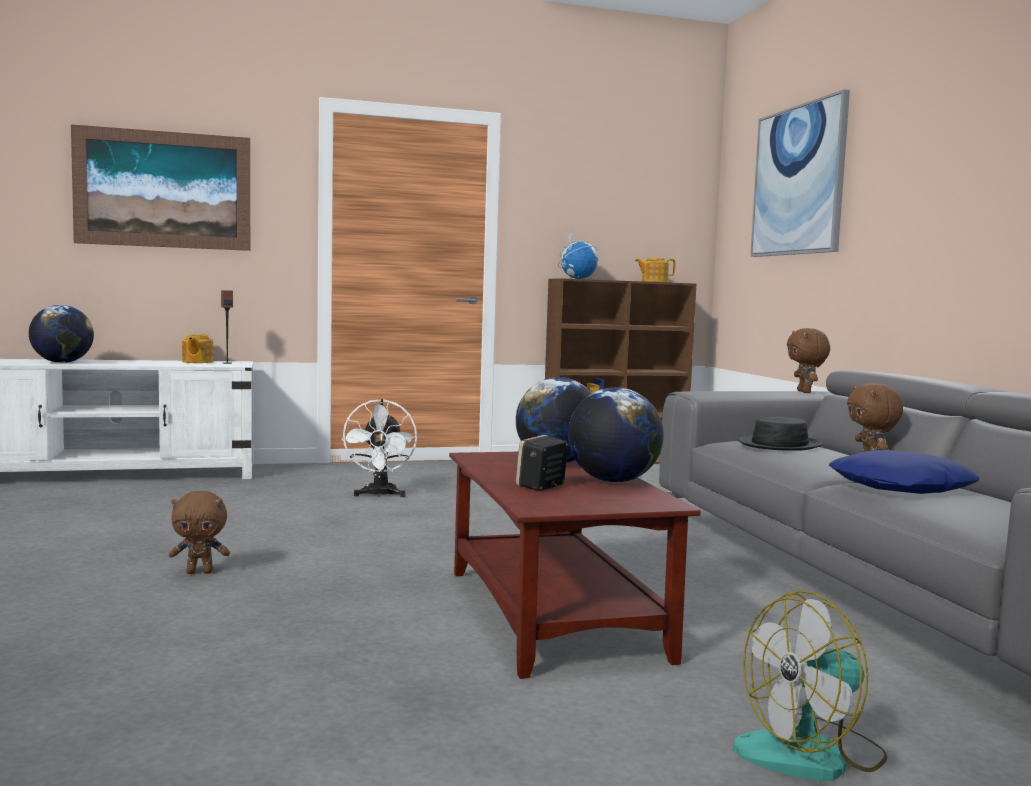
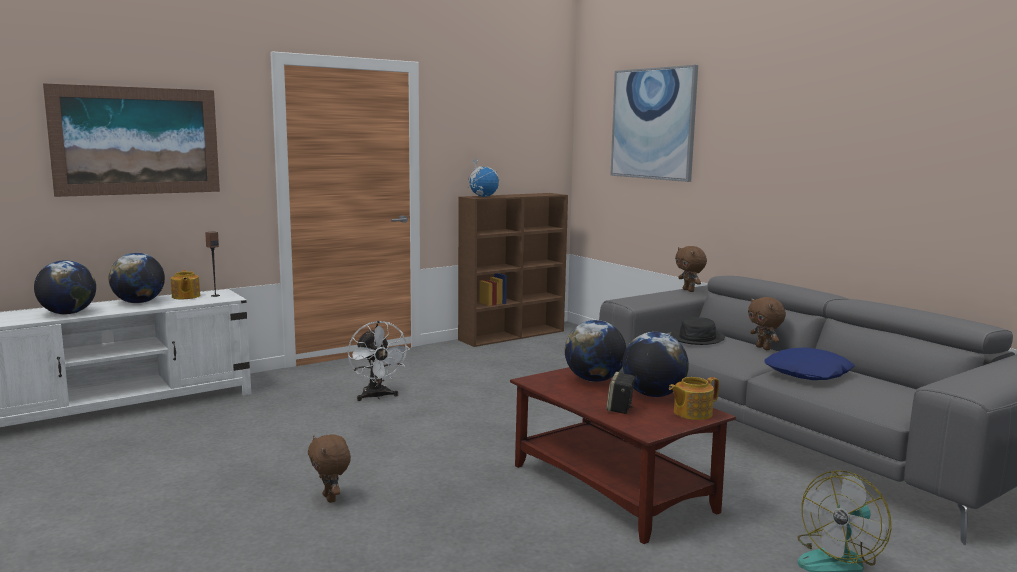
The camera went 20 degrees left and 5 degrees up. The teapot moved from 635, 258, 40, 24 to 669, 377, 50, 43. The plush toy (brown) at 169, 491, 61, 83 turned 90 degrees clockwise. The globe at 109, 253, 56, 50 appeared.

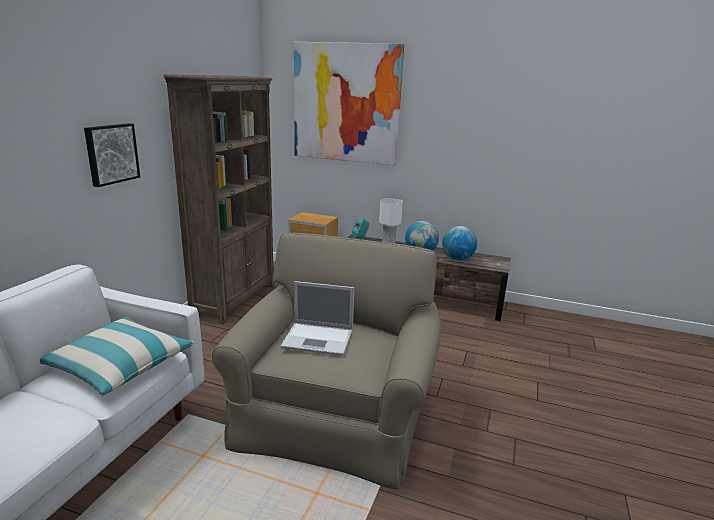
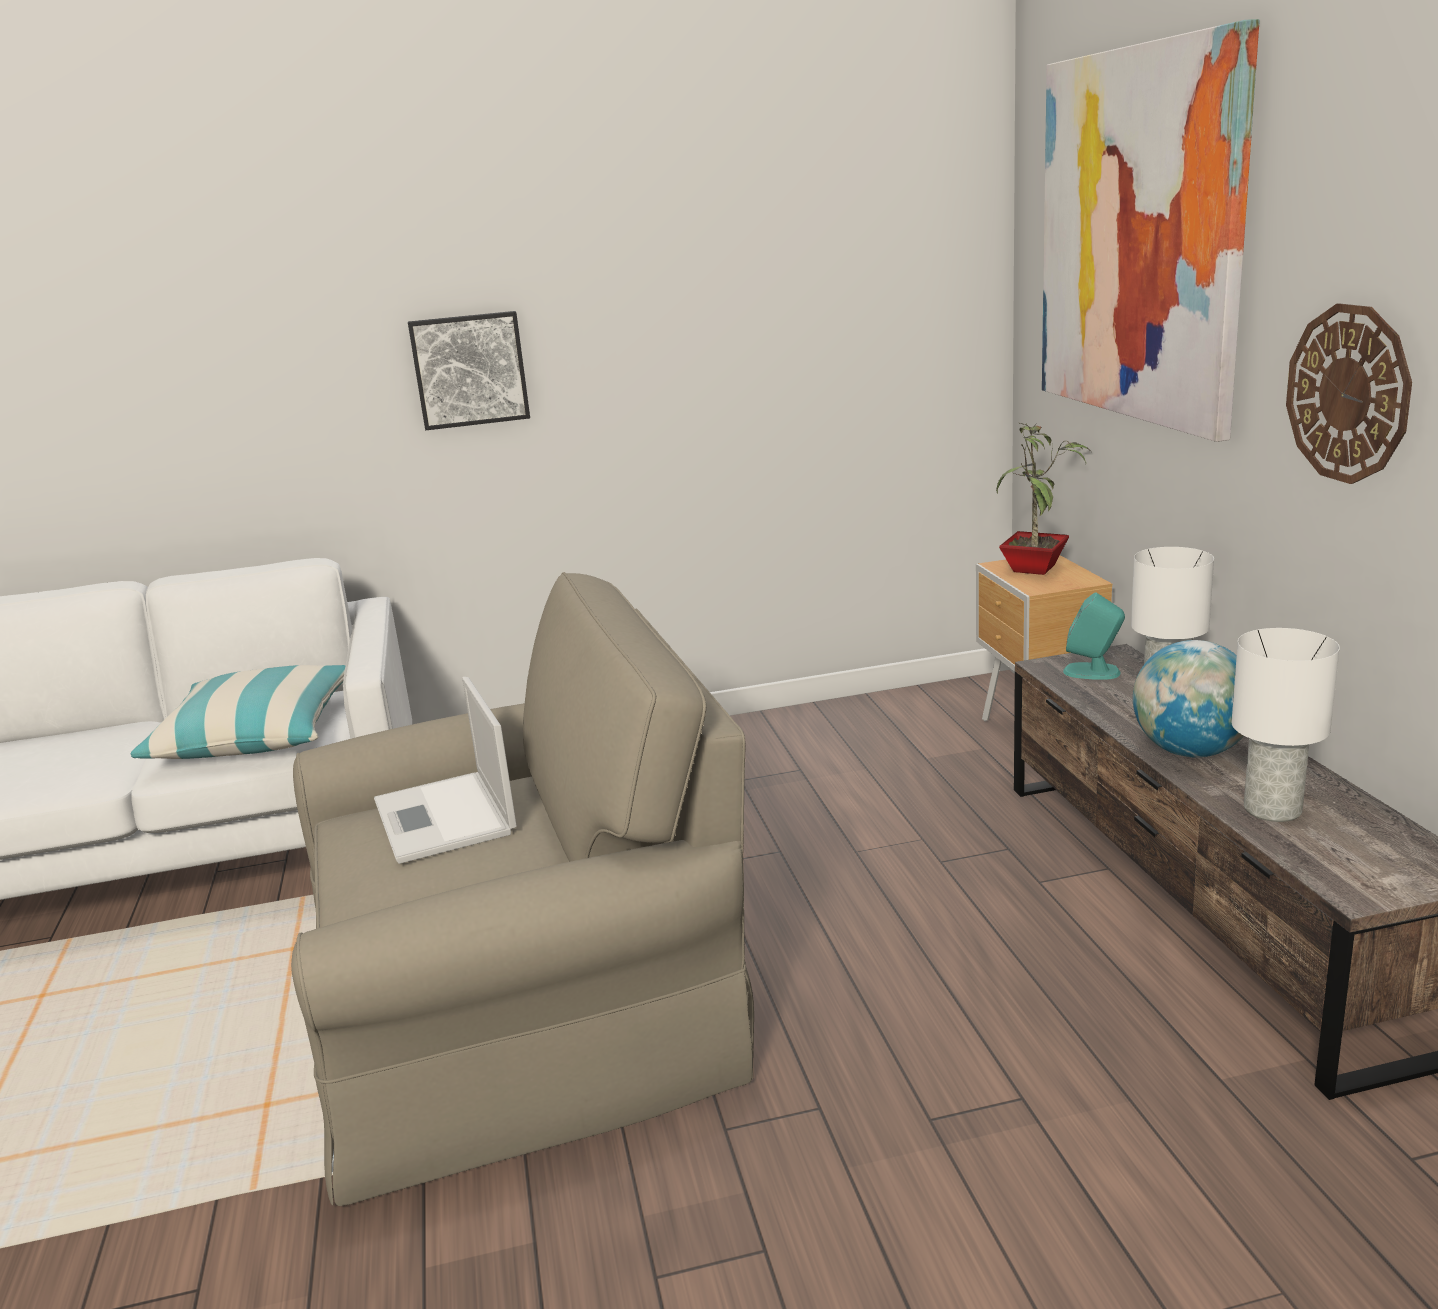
The camera went 60 degrees right and 0 degrees up. The bookcase (brown) at 163, 74, 111, 250 disappeared. The globe at 442, 226, 35, 34 was replaced by the table lamp (white) at 1232, 628, 108, 194. The wall clock at 1286, 303, 126, 181 appeared. The potted plant at 996, 423, 93, 152 appeared.

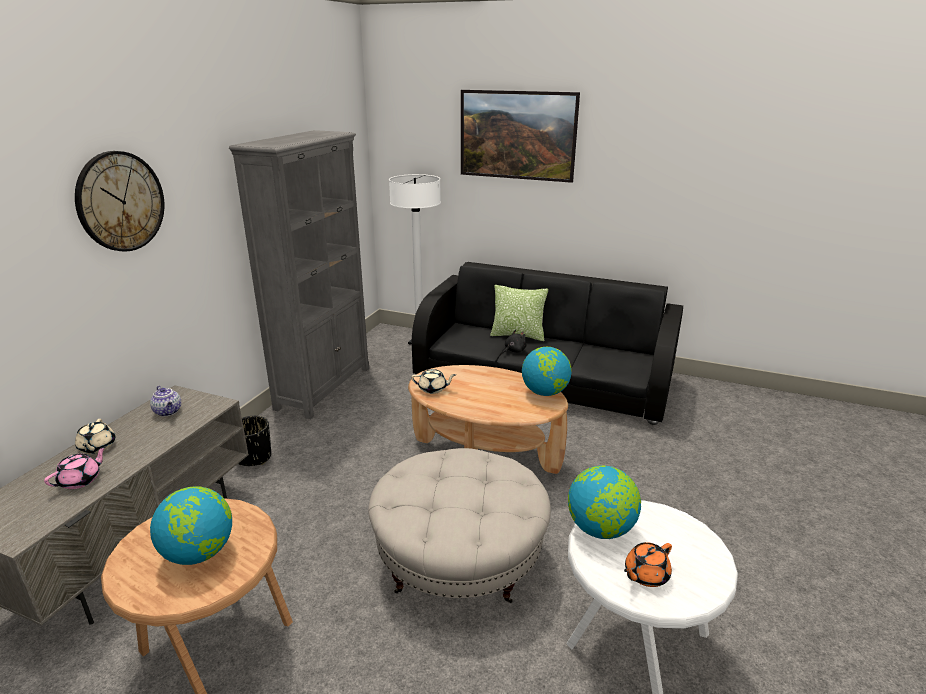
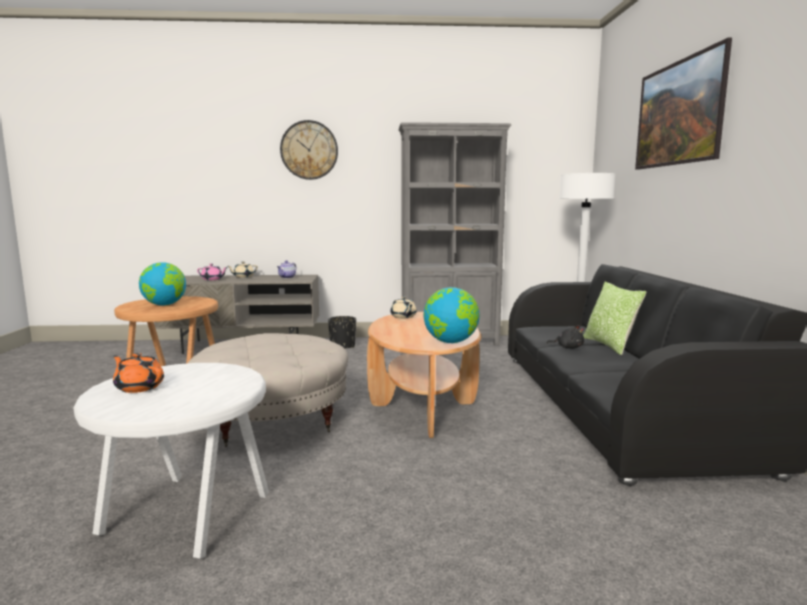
The camera went 65 degrees right and 15 degrees down. The globe at 568, 465, 73, 74 disappeared.

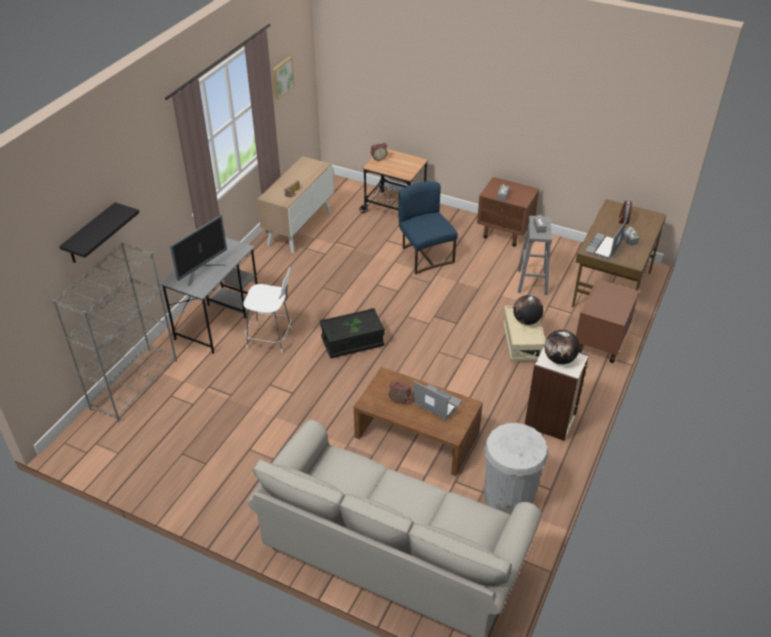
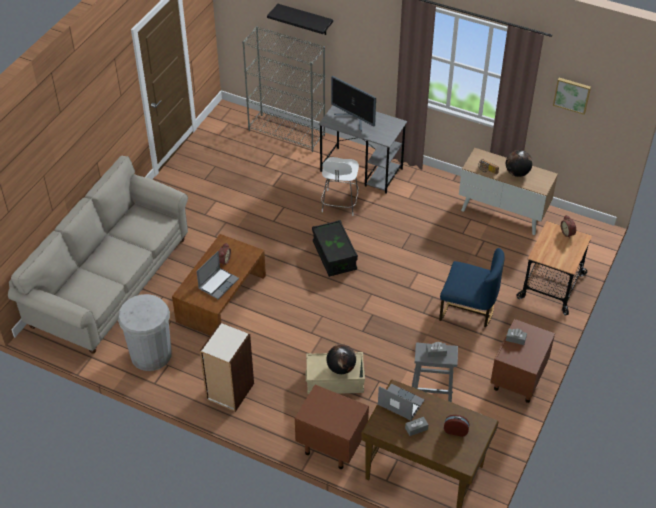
The camera went 90 degrees right and 5 degrees up. The chair (blue) at 399, 181, 59, 93 turned 45 degrees clockwise. The globe moved from 545, 330, 35, 34 to 506, 150, 27, 27.

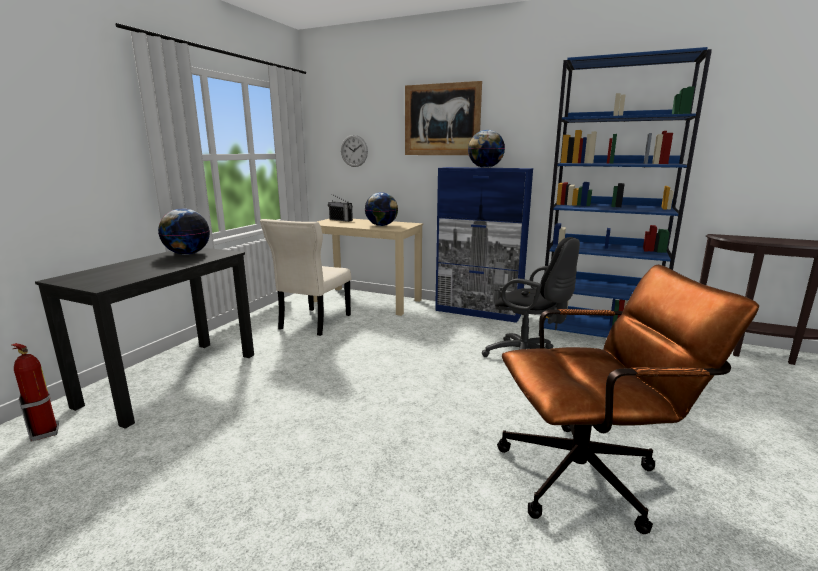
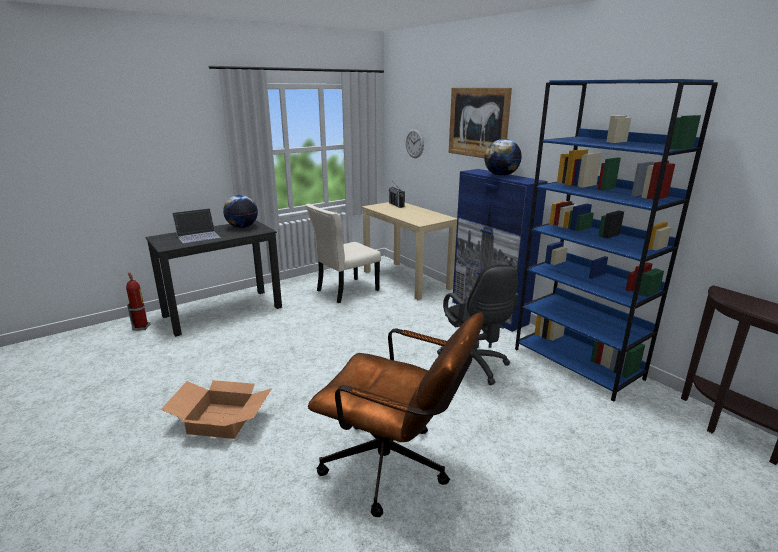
The camera went 30 degrees right and 5 degrees up. The globe at 365, 192, 33, 34 disappeared. The laptop at 172, 208, 49, 35 appeared. The cardboard box at 161, 380, 111, 59 appeared.

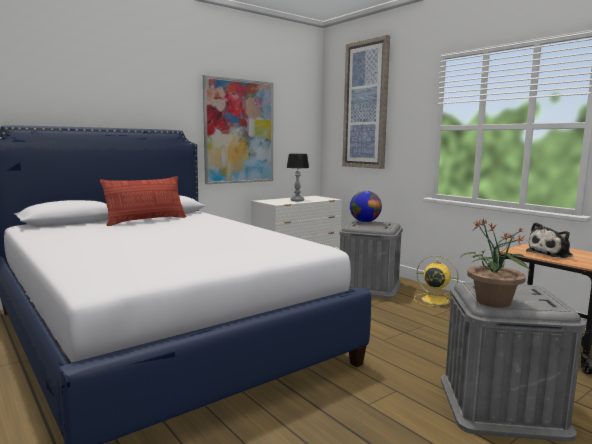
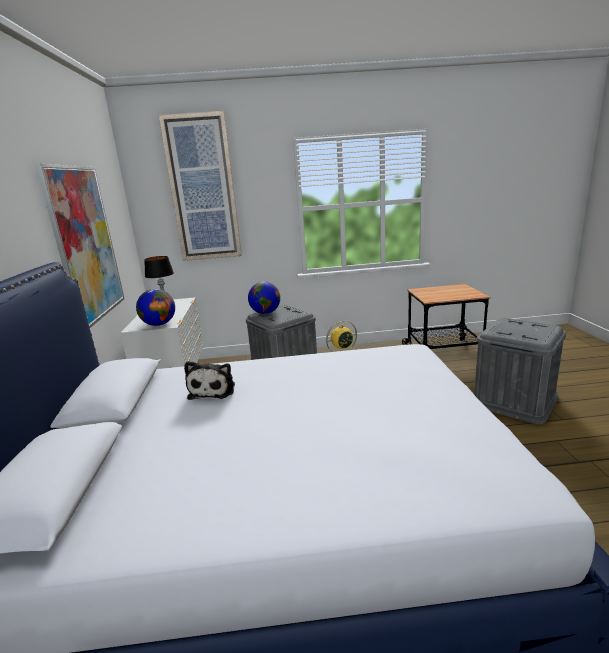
The camera went 55 degrees left and 10 degrees up. The pillow at 100, 176, 86, 50 disappeared. The potted plant at 461, 219, 70, 89 disappeared. The plush toy moved from 526, 223, 47, 35 to 184, 361, 51, 39. The globe at 136, 289, 39, 37 appeared.

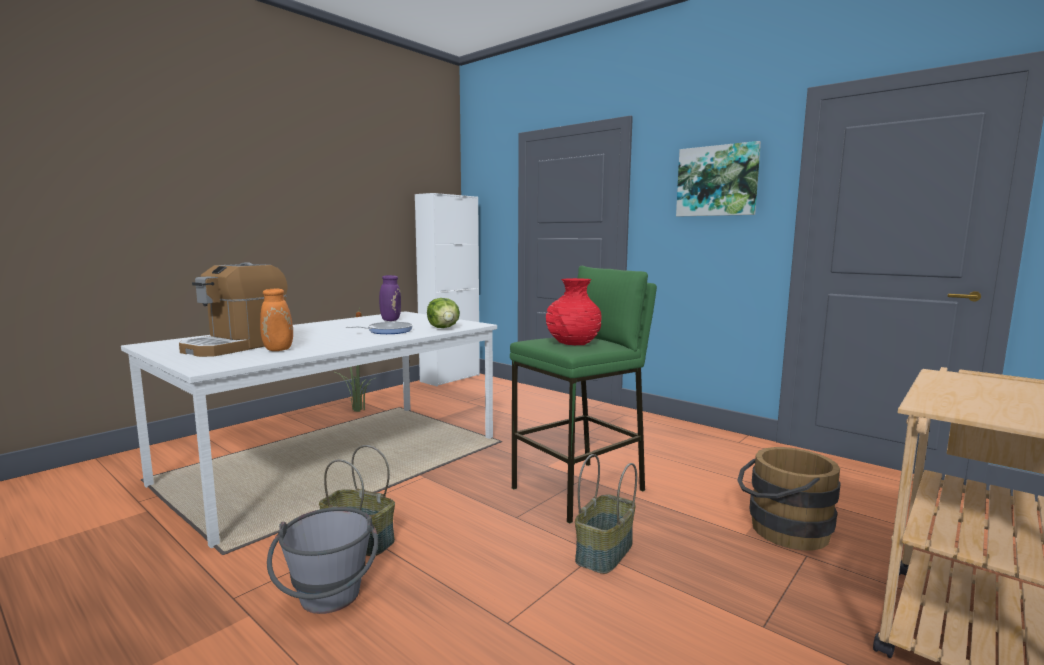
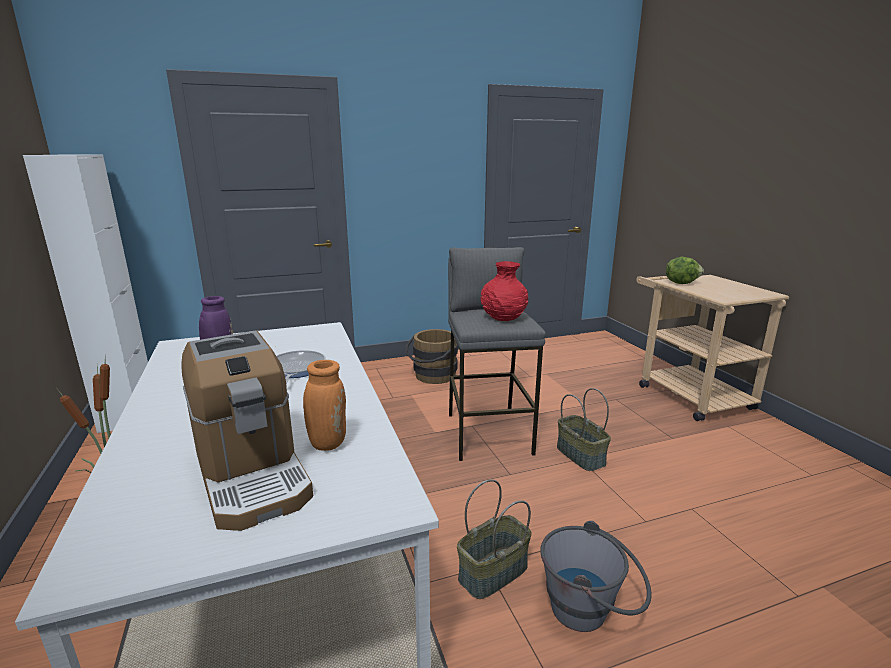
The camera went 60 degrees left and 10 degrees up. The picture at 676, 141, 85, 76 disappeared. The stool (green) at 510, 266, 147, 258 became the stool (grey) at 448, 247, 98, 214. The lettuce moved from 427, 298, 33, 30 to 666, 257, 38, 27. The bucket (brown) moved from 737, 447, 104, 103 to 405, 329, 53, 55.

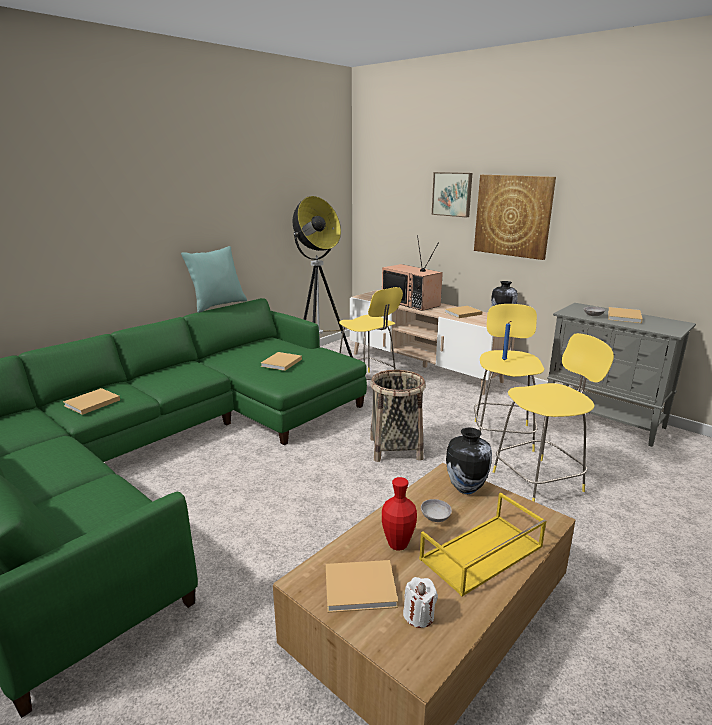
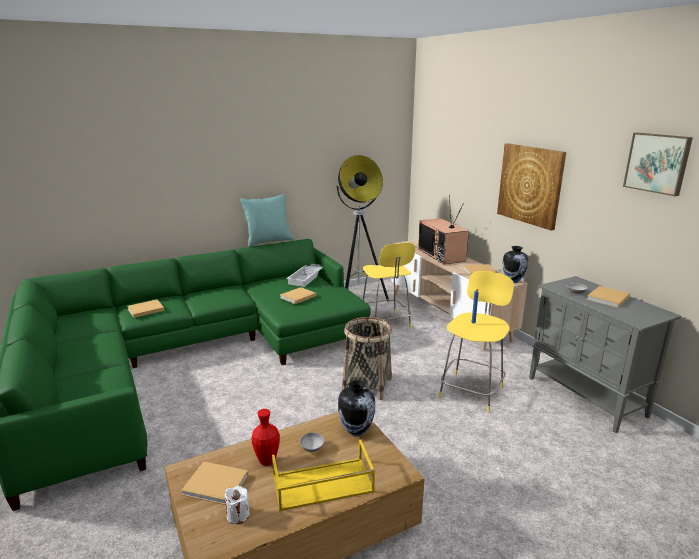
The camera went 20 degrees right and 0 degrees up. The picture moved from 432, 172, 40, 46 to 623, 133, 70, 63. The stool (yellow) at 493, 333, 121, 169 disappeared. The tray (white) at 286, 264, 37, 23 appeared.

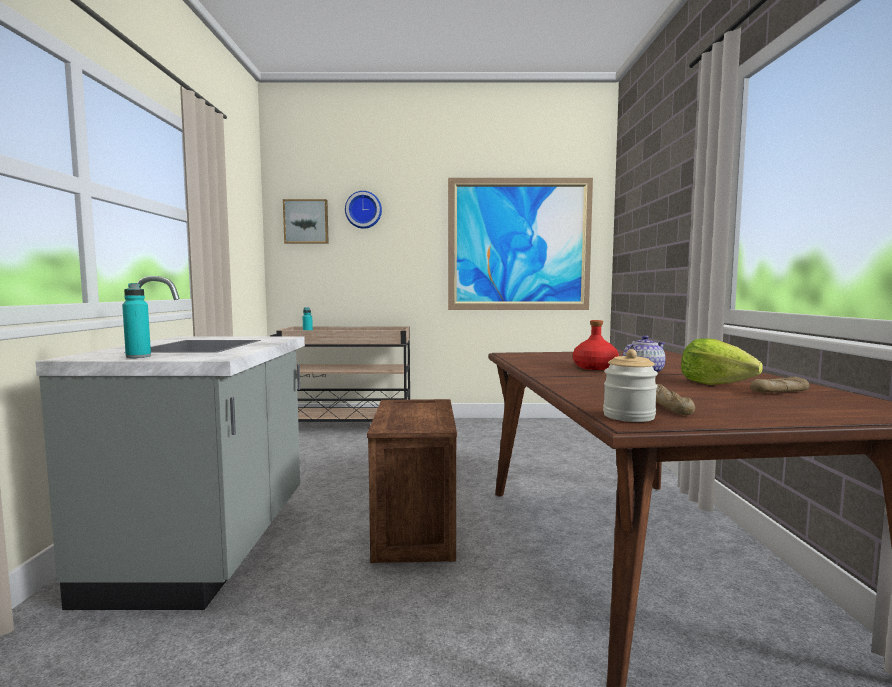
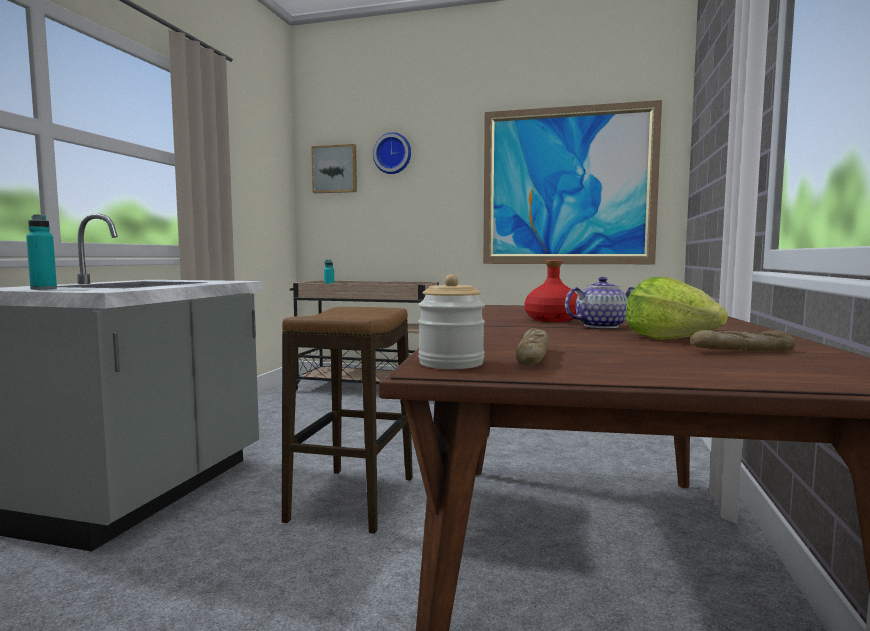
The camera went 15 degrees right and 0 degrees up. The crate at 367, 399, 90, 164 was replaced by the stool at 282, 307, 131, 227.

